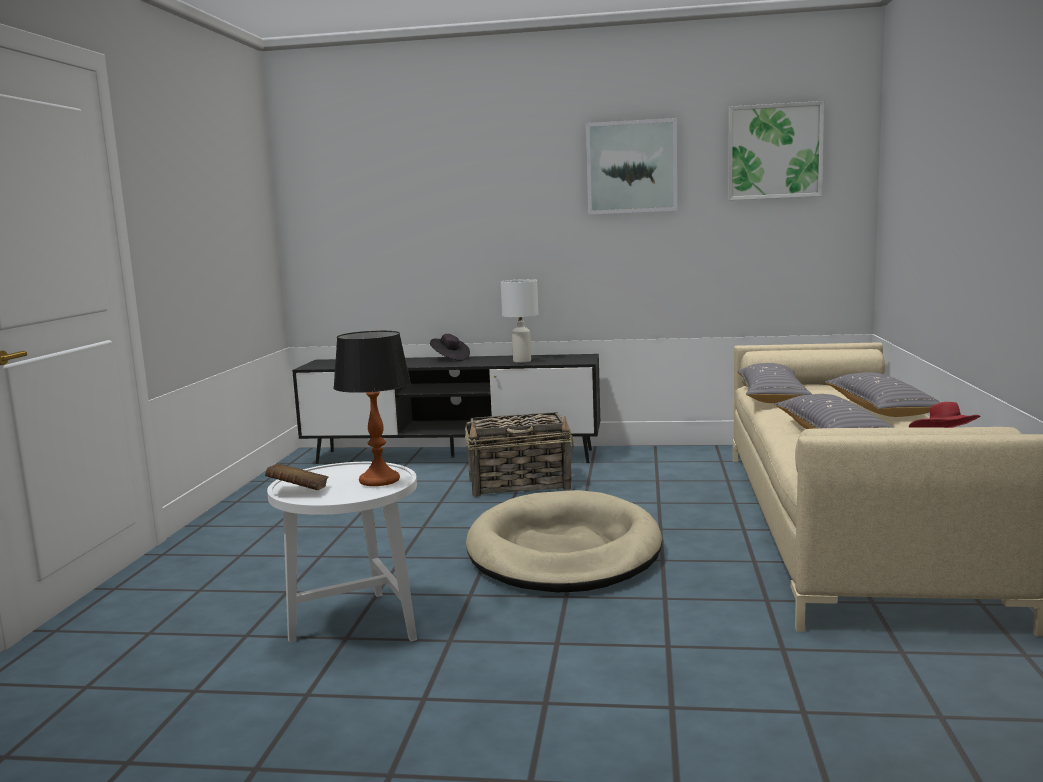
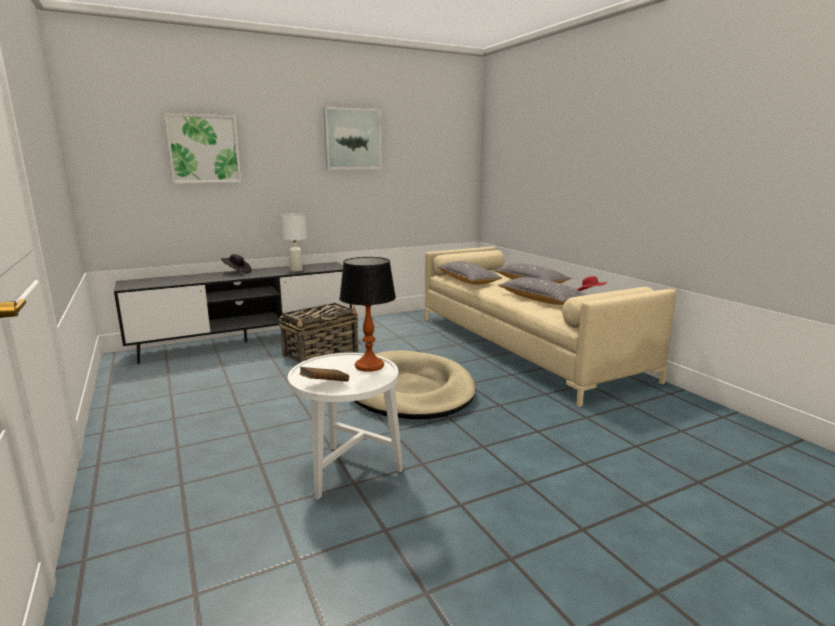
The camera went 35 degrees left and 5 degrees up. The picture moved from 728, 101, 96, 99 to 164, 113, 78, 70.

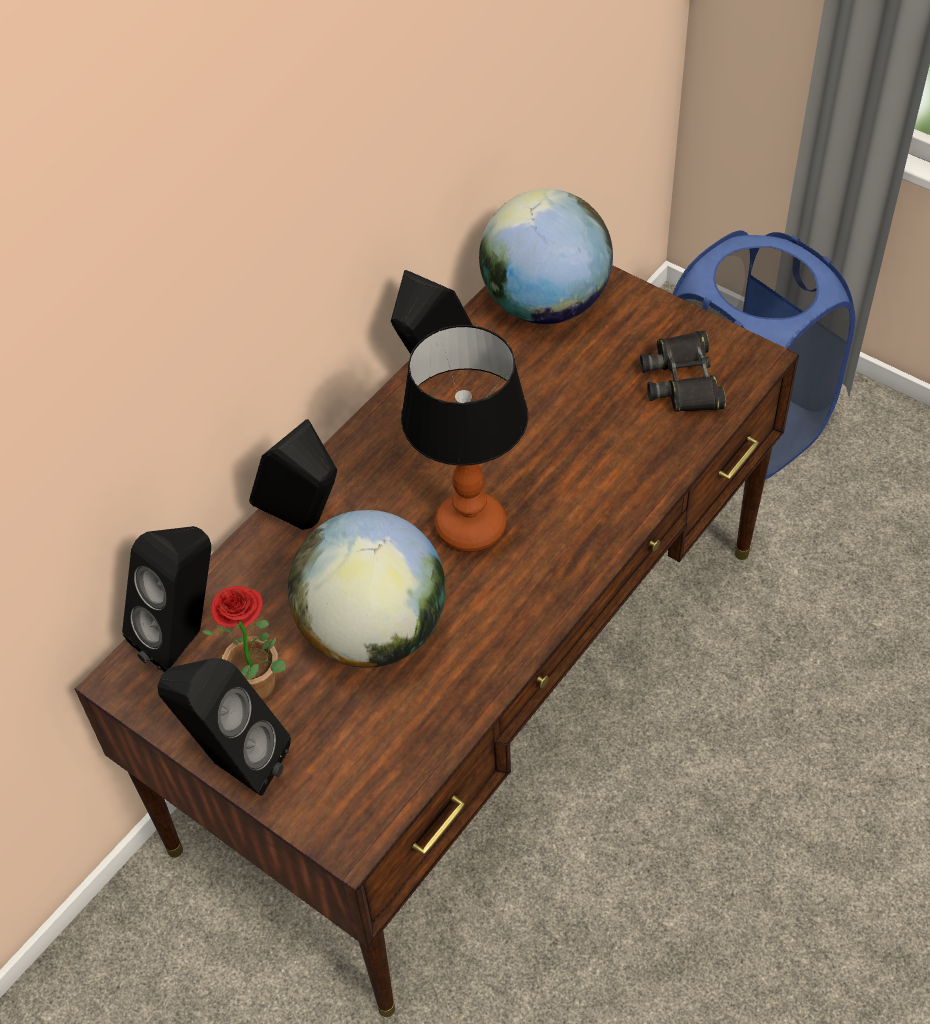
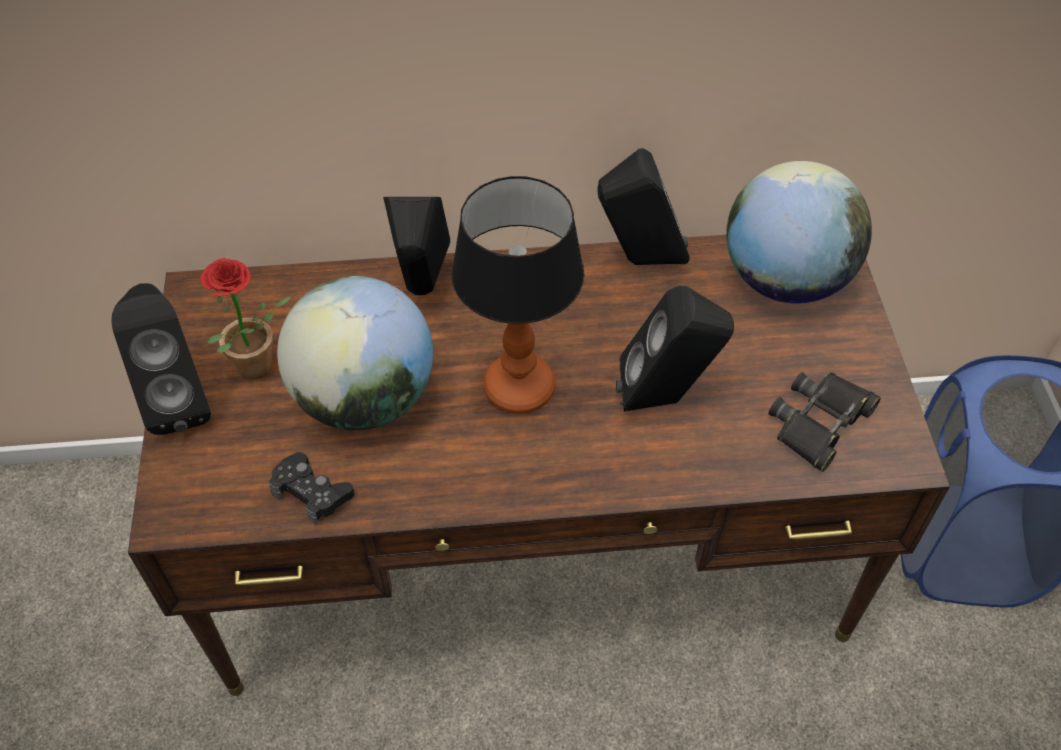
The camera went 45 degrees right and 0 degrees up. The speaker (black) moved from 122, 526, 89, 146 to 616, 286, 118, 126. The game controller (black) at 269, 452, 85, 73 appeared.

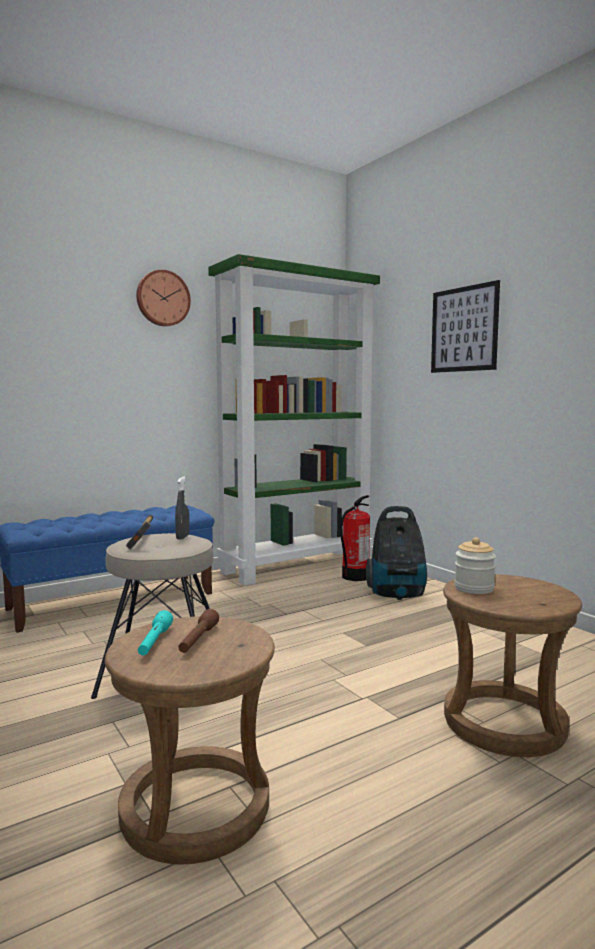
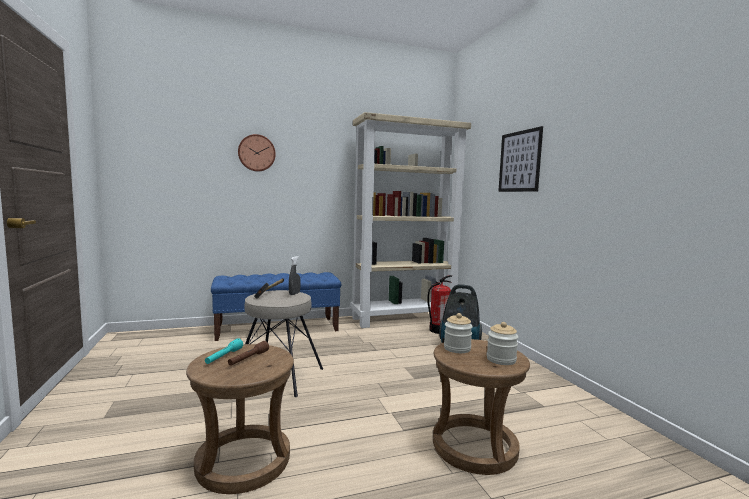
The camera went 15 degrees right and 0 degrees up. The bookcase (green) at 208, 254, 172, 332 became the bookcase (beige) at 351, 112, 120, 216. The wall clock moved from 136, 270, 55, 56 to 238, 134, 38, 38. The jar at 487, 322, 31, 43 appeared.

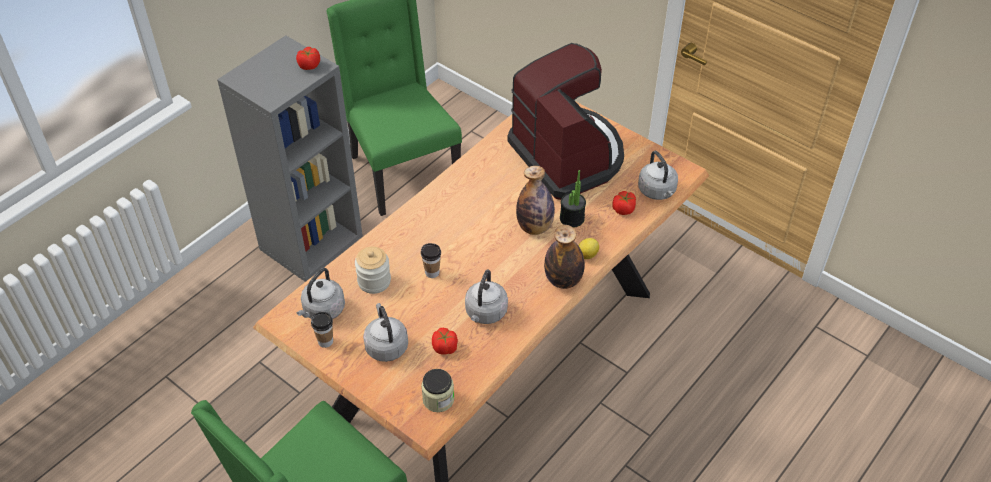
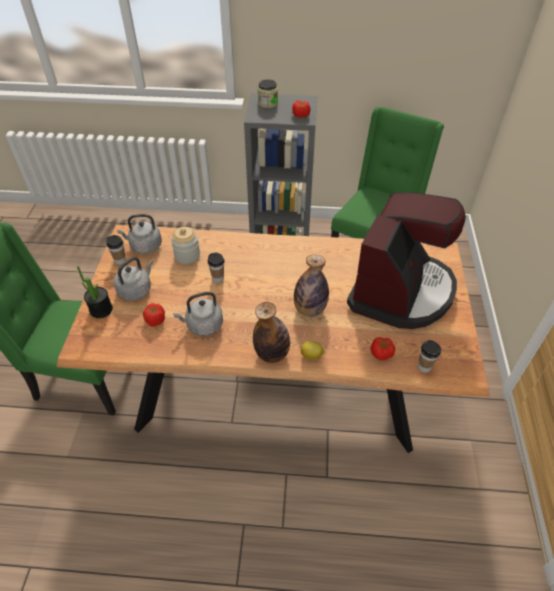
The camera went 55 degrees right and 0 degrees up. The kettle (grey) at 638, 151, 40, 49 was replaced by the cup at 418, 340, 23, 32. The potted plant moved from 560, 170, 26, 58 to 77, 266, 36, 52. The jar moved from 421, 369, 33, 43 to 258, 79, 20, 29.

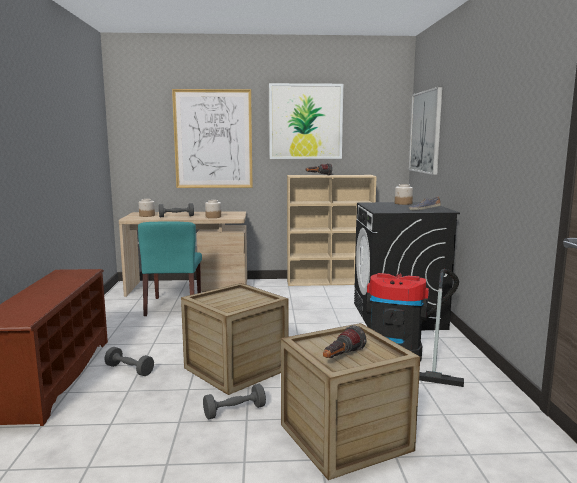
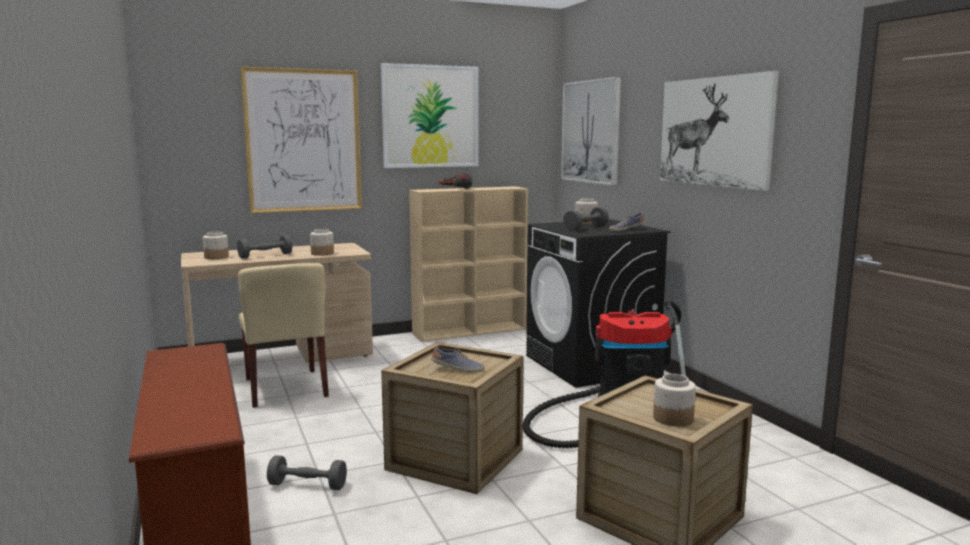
The camera went 20 degrees left and 0 degrees up. The chair (turquoise) at 138, 221, 64, 95 became the chair (beige) at 238, 263, 91, 145. The flashlight at 323, 325, 44, 33 was replaced by the jar at 653, 374, 43, 52. The dumbbell (grey) moved from 203, 384, 63, 36 to 563, 207, 46, 23. The picture at 660, 71, 119, 120 appeared. The shoe at 431, 345, 53, 28 appeared.

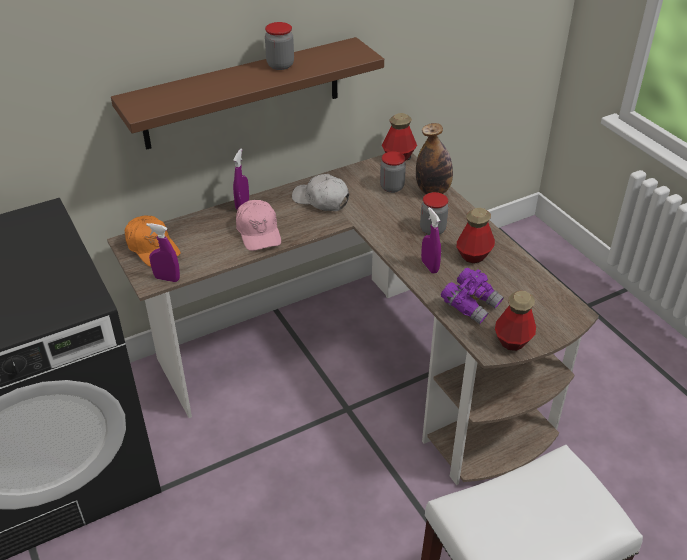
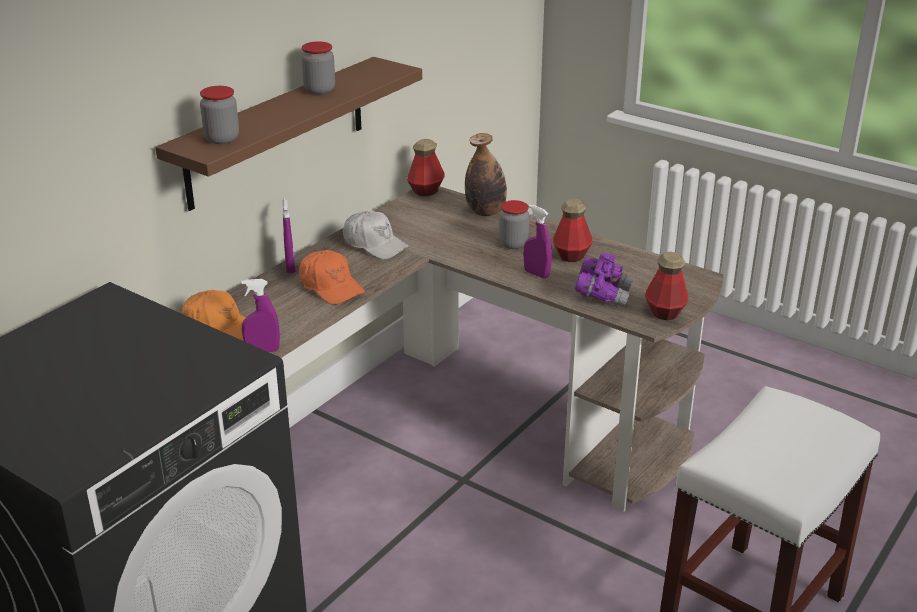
The camera went 25 degrees left and 10 degrees down. The jar moved from 380, 151, 26, 42 to 200, 86, 39, 58. The cap (white) at 292, 174, 57, 37 turned 150 degrees counterclockwise. The cap (pink) at 236, 200, 45, 51 became the cap (orange) at 299, 250, 66, 55.

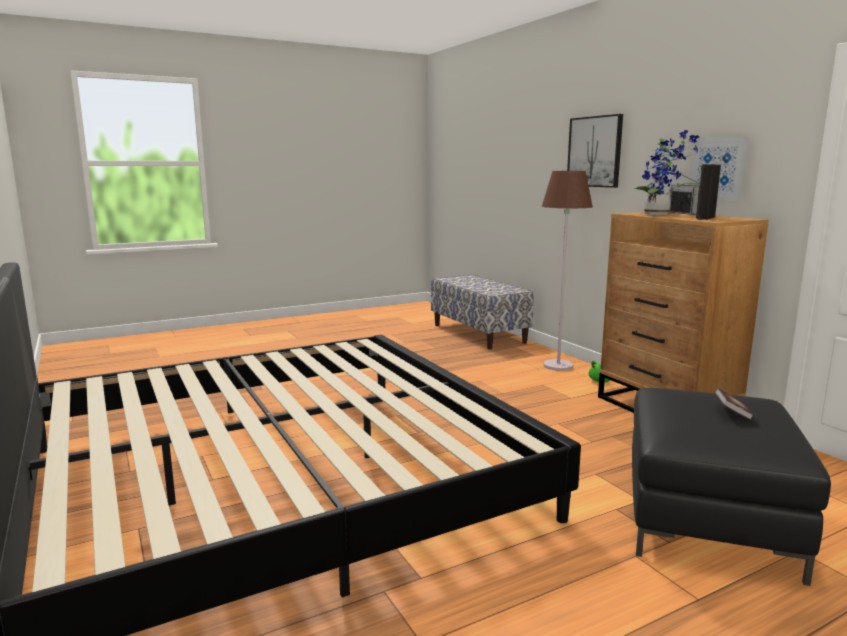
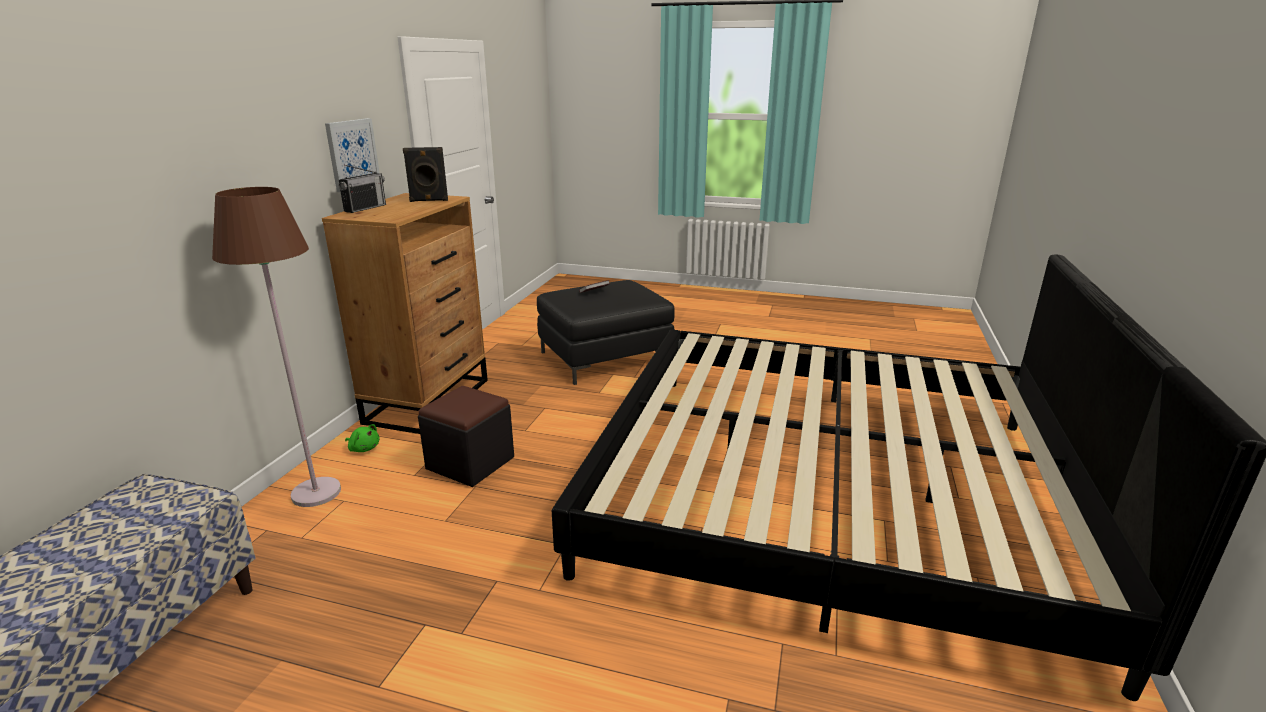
The camera went 135 degrees left and 10 degrees up. The picture at 567, 114, 56, 74 disappeared. The potted plant at 634, 130, 66, 85 disappeared. The ottoman (black) at 418, 386, 96, 101 appeared.

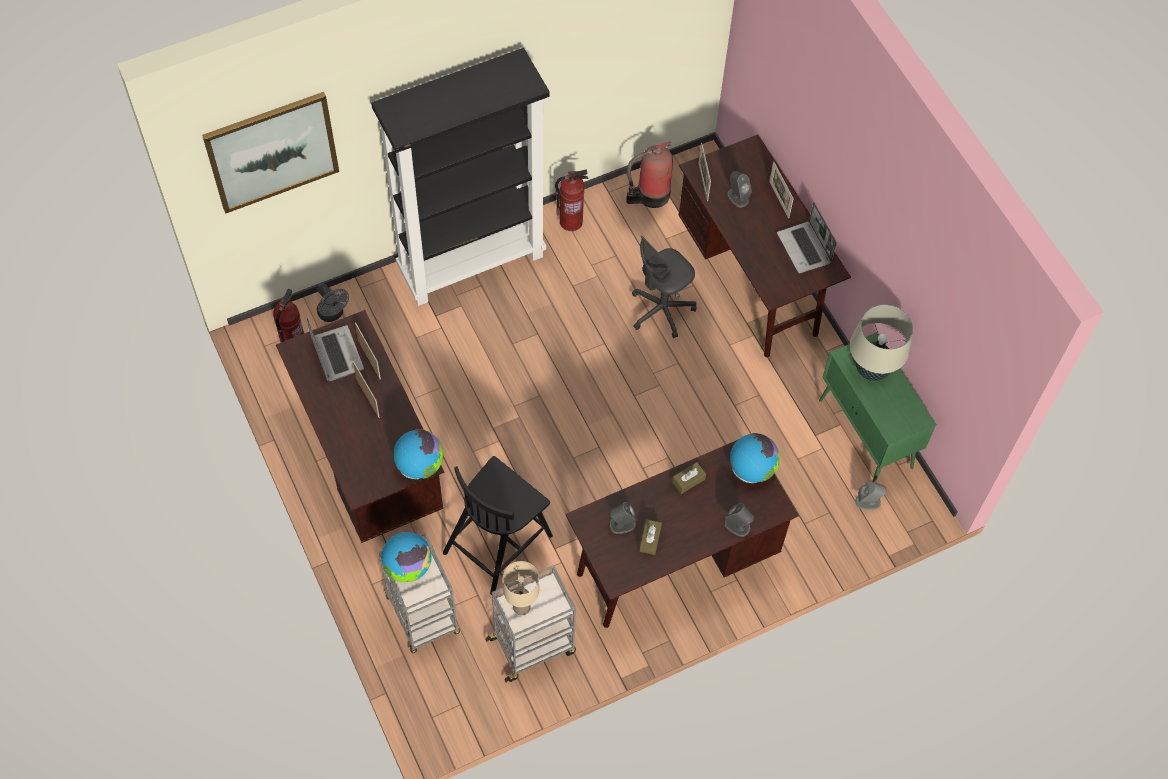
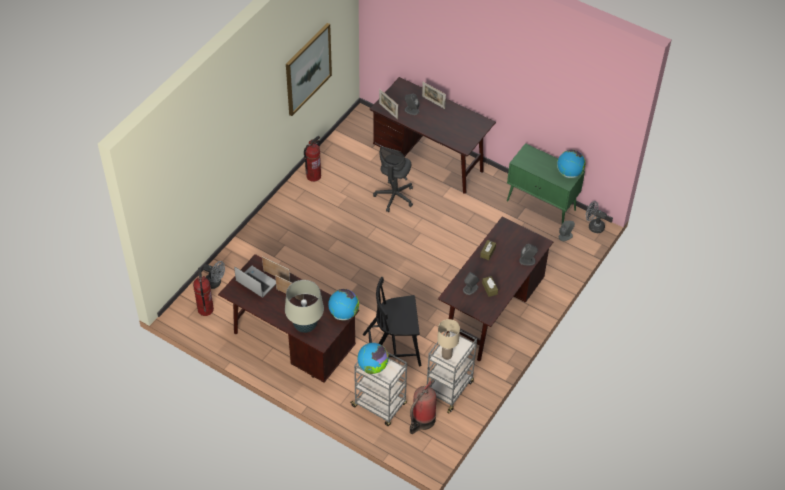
The camera went 30 degrees left and 10 degrees down. The bookcase (black) at 371, 48, 179, 258 disappeared. The picture moved from 202, 92, 137, 121 to 286, 23, 46, 93. The fire extinguisher moved from 626, 141, 47, 67 to 410, 381, 26, 53. The laptop at 777, 202, 60, 71 disappeared. The table lamp (beige) moved from 850, 304, 63, 77 to 285, 280, 39, 53. The globe moved from 730, 433, 50, 50 to 557, 150, 29, 28. The chair (black) at 443, 456, 110, 139 turned 75 degrees clockwise. The fan (grey) at 586, 201, 21, 32 appeared.

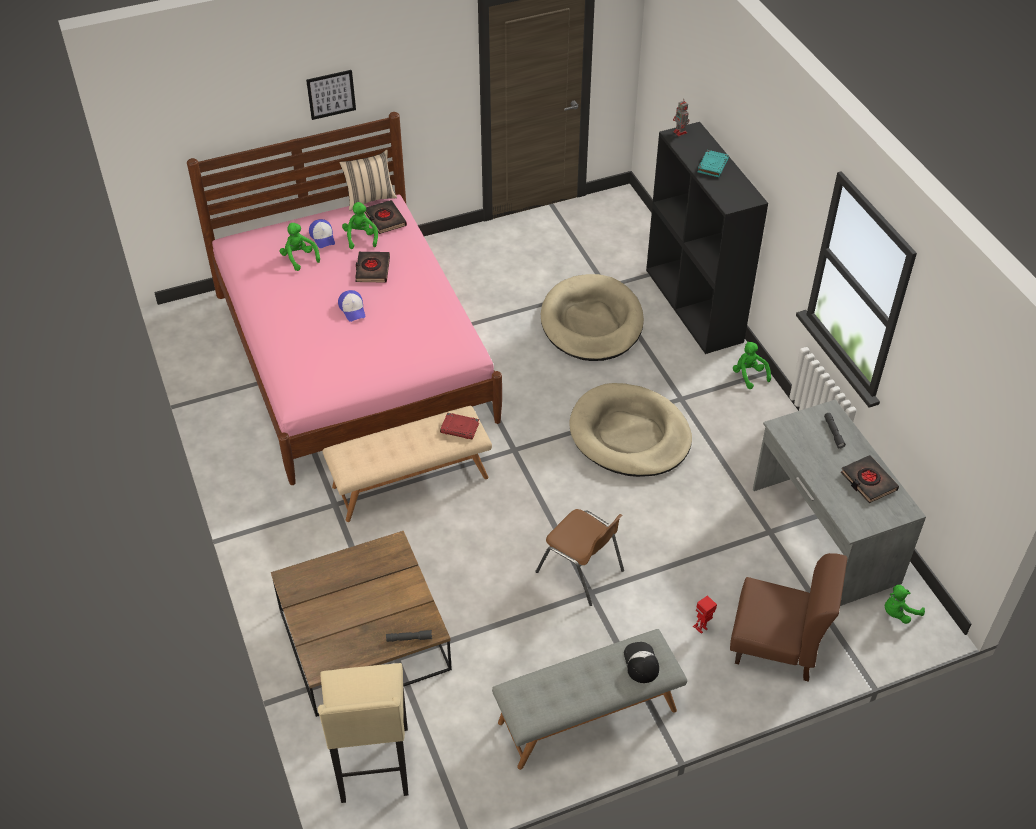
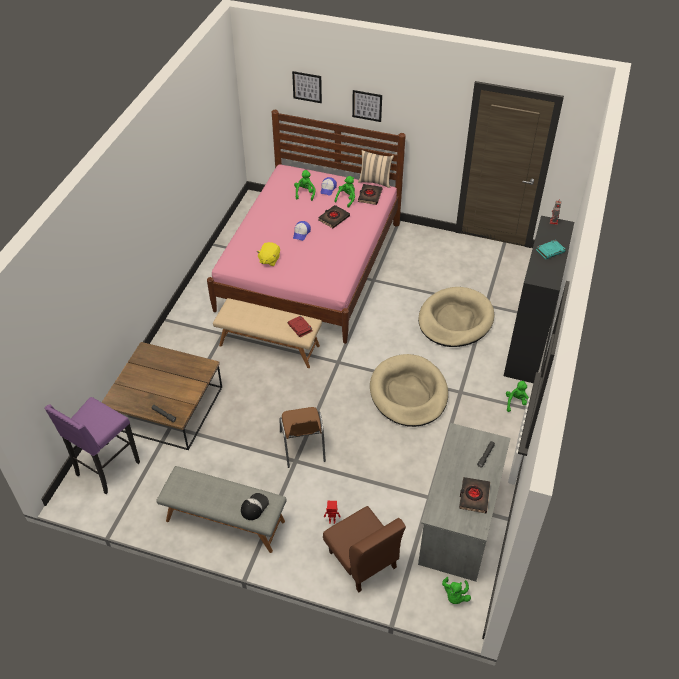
The camera went 40 degrees right and 0 degrees up. The plush toy (green) at 885, 585, 40, 39 turned 90 degrees counterclockwise. The stool (beige) at 318, 663, 90, 140 became the stool (purple) at 45, 397, 95, 97. The picture at 292, 71, 30, 32 appeared. The plush toy (yellow) at 256, 242, 24, 24 appeared.

